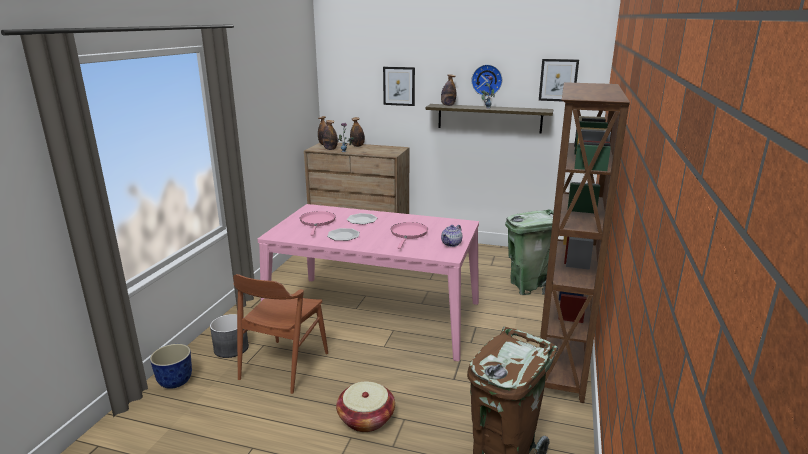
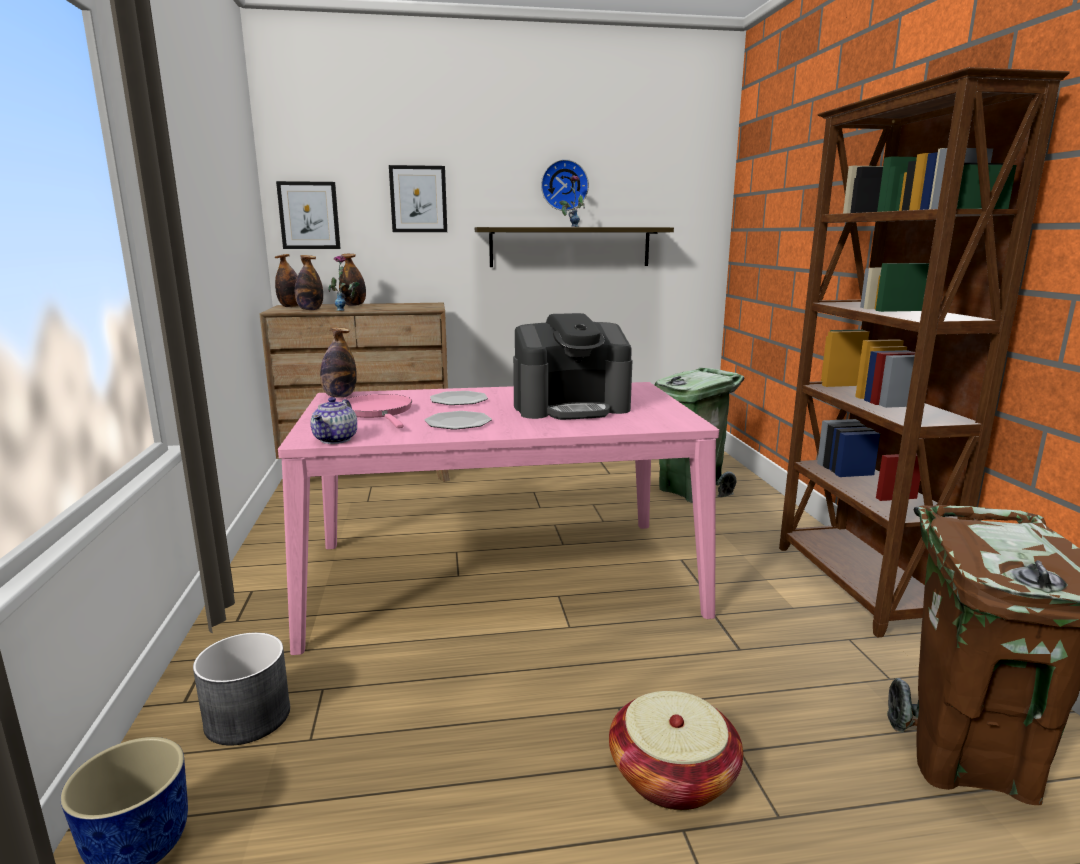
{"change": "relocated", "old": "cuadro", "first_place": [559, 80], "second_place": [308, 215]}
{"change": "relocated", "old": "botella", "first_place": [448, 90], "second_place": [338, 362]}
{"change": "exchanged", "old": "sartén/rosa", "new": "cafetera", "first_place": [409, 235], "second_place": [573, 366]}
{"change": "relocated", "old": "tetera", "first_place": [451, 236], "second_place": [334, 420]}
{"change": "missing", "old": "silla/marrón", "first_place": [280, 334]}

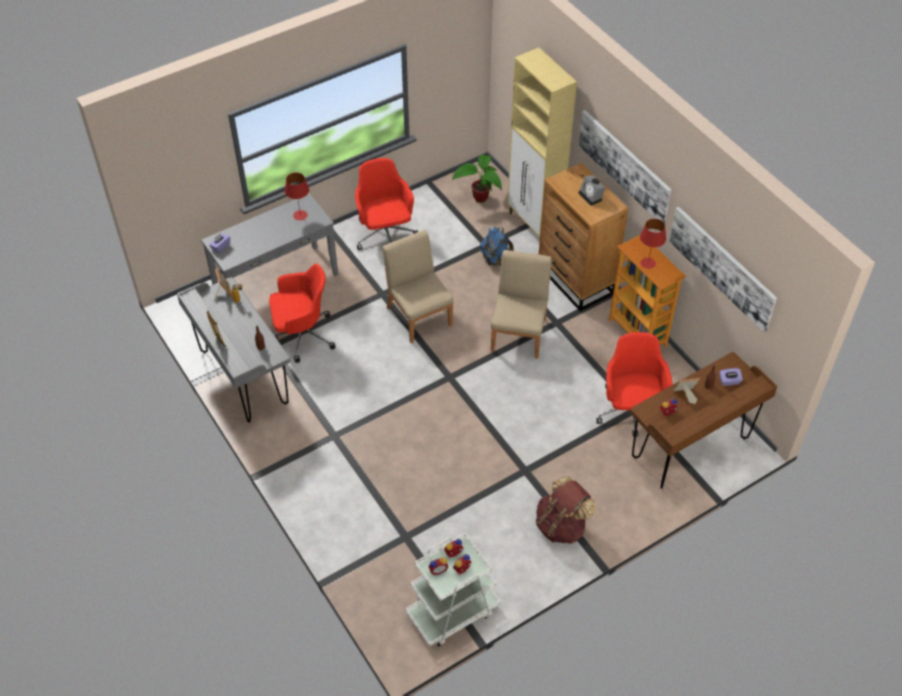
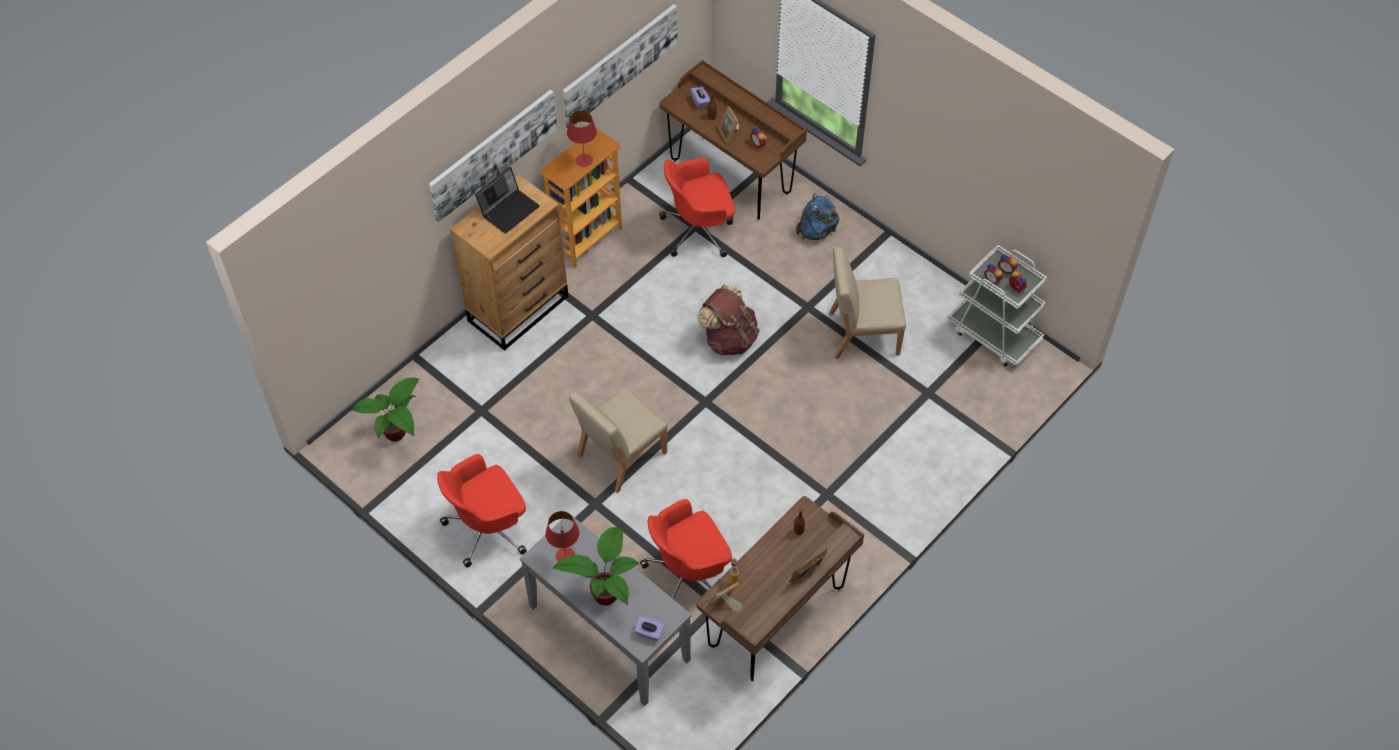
{"change": "missing", "old": "armario/beis", "first_place": [542, 145]}
{"change": "exchanged", "old": "despertador", "new": "portátil", "first_place": [592, 190], "second_place": [507, 200]}
{"change": "relocated", "old": "mochila/azul", "first_place": [497, 246], "second_place": [817, 216]}
{"change": "relocated", "old": "silla/beis", "first_place": [521, 304], "second_place": [867, 303]}
{"change": "spun", "old": "silla de oficina/rojo", "first_place": [302, 313], "second_place": [686, 549], "degrees": -90}
{"change": "colour", "old": "escritorio/gris", "new": "escritorio/marrón", "first_place": [233, 350], "second_place": [780, 588]}
{"change": "relocated", "old": "mochila/marrón", "first_place": [566, 510], "second_place": [728, 320]}
{"change": "appeared", "new": "planta en maceta", "second_place": [596, 566]}

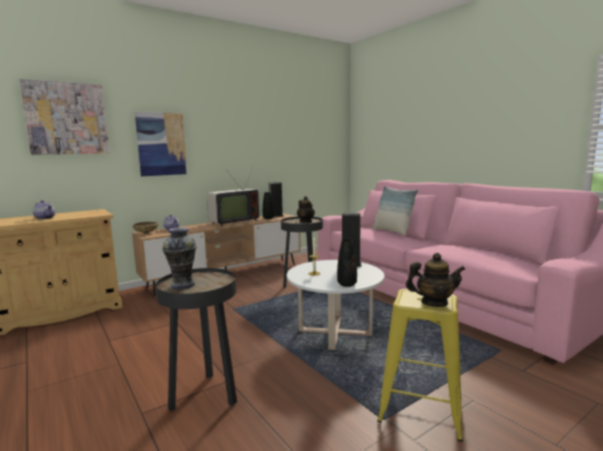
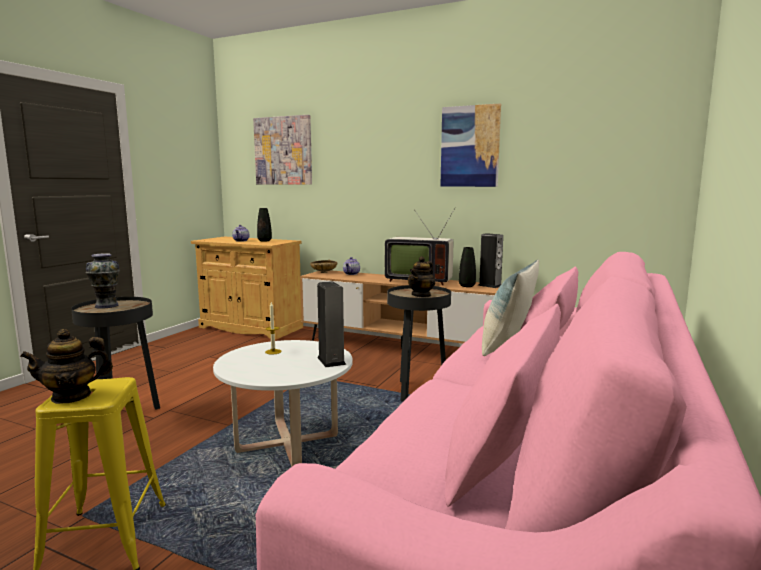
{"change": "relocated", "old": "cuadro", "first_place": [161, 144], "second_place": [470, 145]}
{"change": "relocated", "old": "florero/negro", "first_place": [347, 263], "second_place": [264, 225]}
{"change": "spun", "old": "tetera", "first_place": [435, 280], "second_place": [66, 366], "degrees": 90}

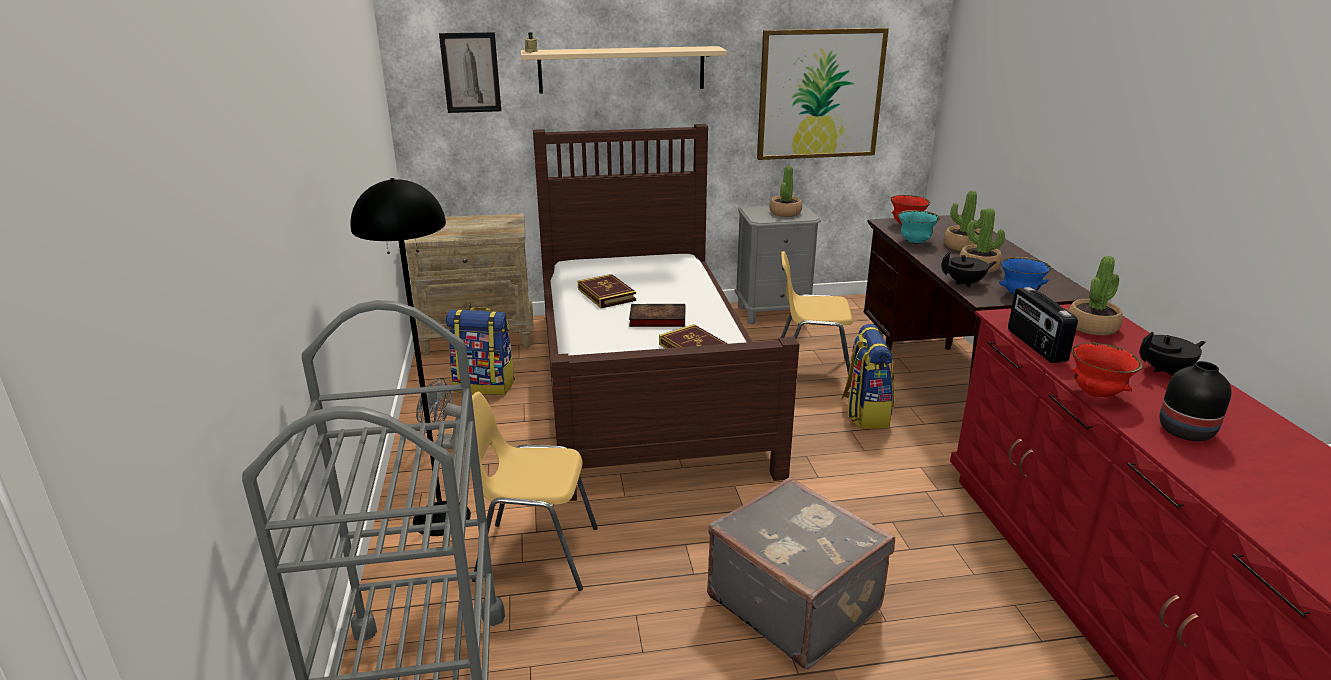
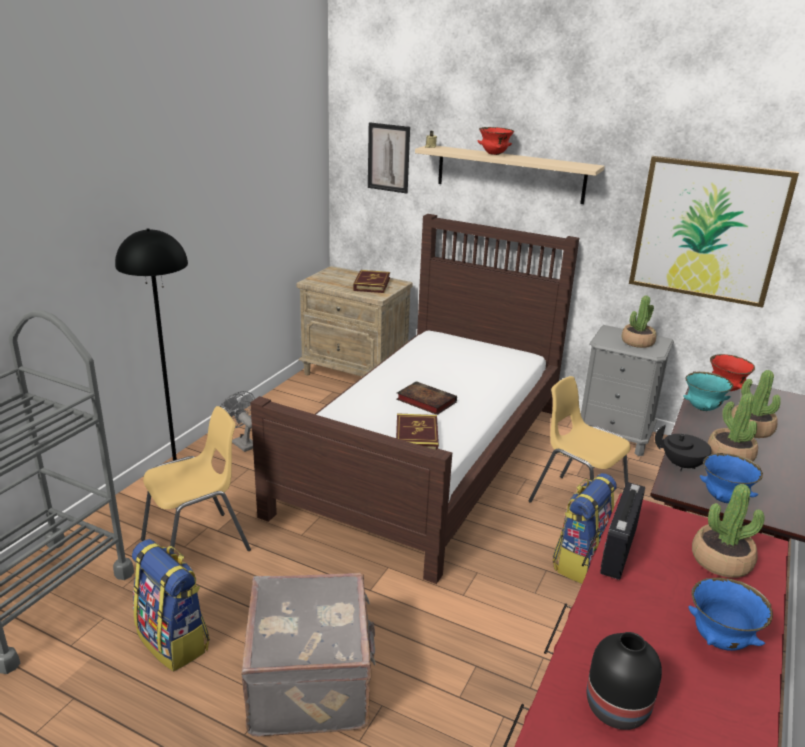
{"change": "relocated", "old": "libro", "first_place": [607, 291], "second_place": [371, 281]}
{"change": "relocated", "old": "mochila", "first_place": [480, 351], "second_place": [171, 605]}
{"change": "exchanged", "old": "tetera/negro", "new": "cuenco/azul", "first_place": [1173, 354], "second_place": [730, 614]}
{"change": "relocated", "old": "cuenco/rojo", "first_place": [1107, 369], "second_place": [496, 141]}
{"change": "spun", "old": "silla/amarillo", "first_place": [535, 491], "second_place": [196, 479], "degrees": 105}

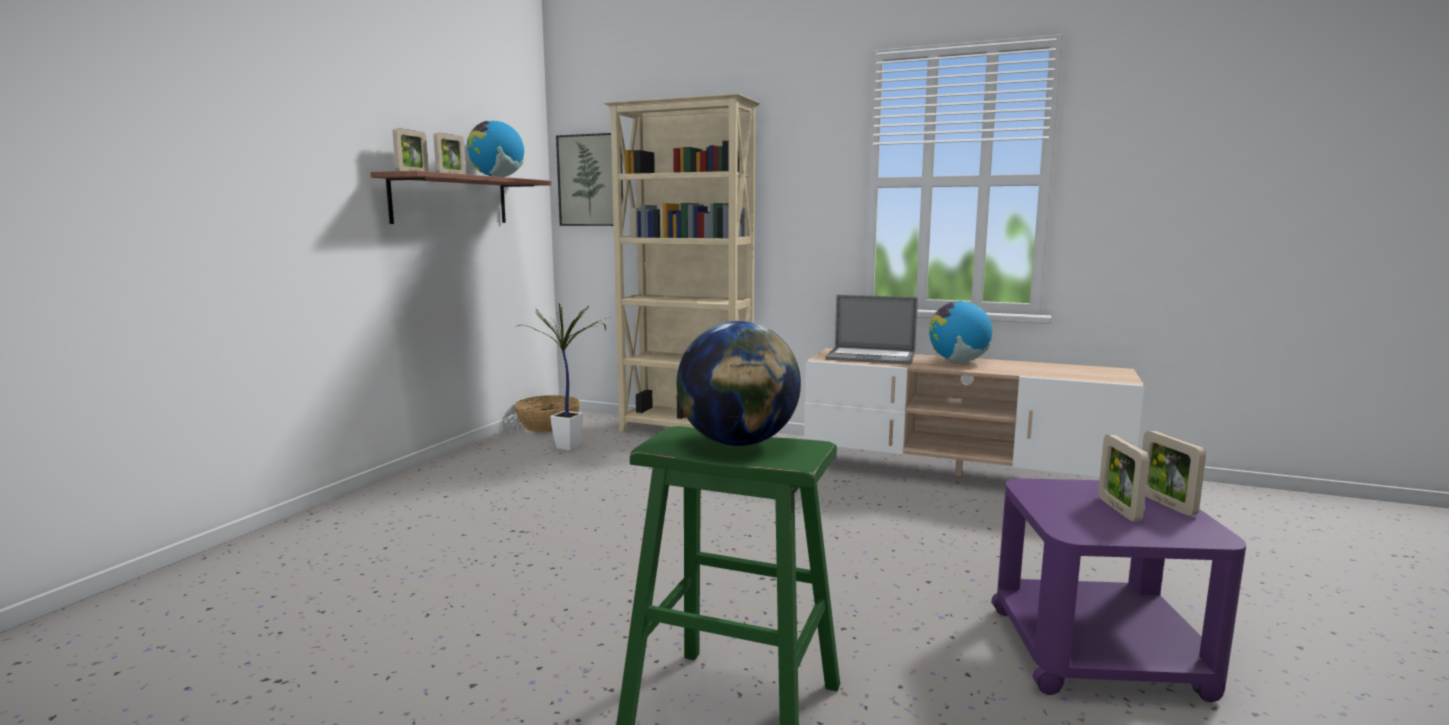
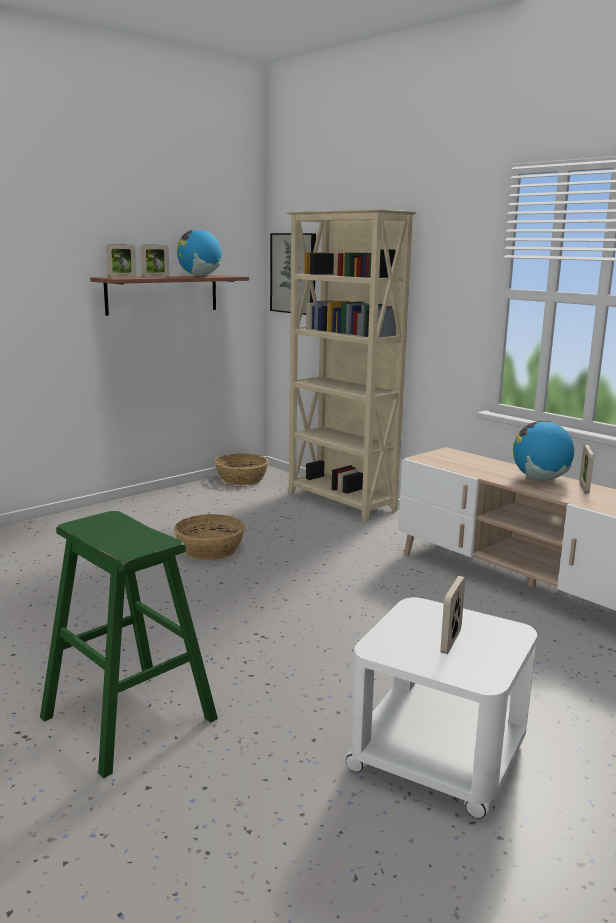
{"change": "missing", "old": "portátil", "first_place": [871, 330]}
{"change": "missing", "old": "planta en maceta", "first_place": [562, 376]}
{"change": "missing", "old": "globo terráqueo", "first_place": [739, 383]}
{"change": "relocated", "old": "portarretratos", "first_place": [1174, 473], "second_place": [586, 469]}
{"change": "colour", "old": "mesa auxiliar/morado", "new": "mesa auxiliar/blanco", "first_place": [1118, 590], "second_place": [441, 708]}
{"change": "appeared", "new": "cesta", "second_place": [209, 537]}

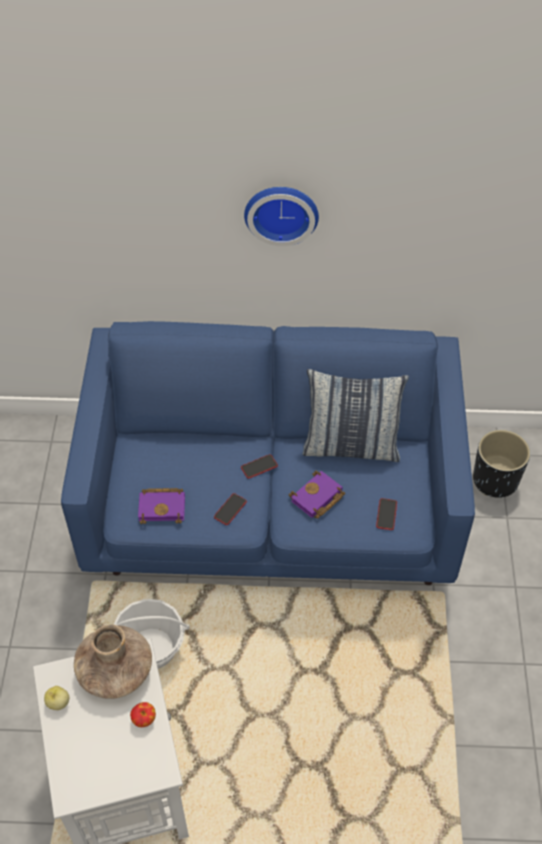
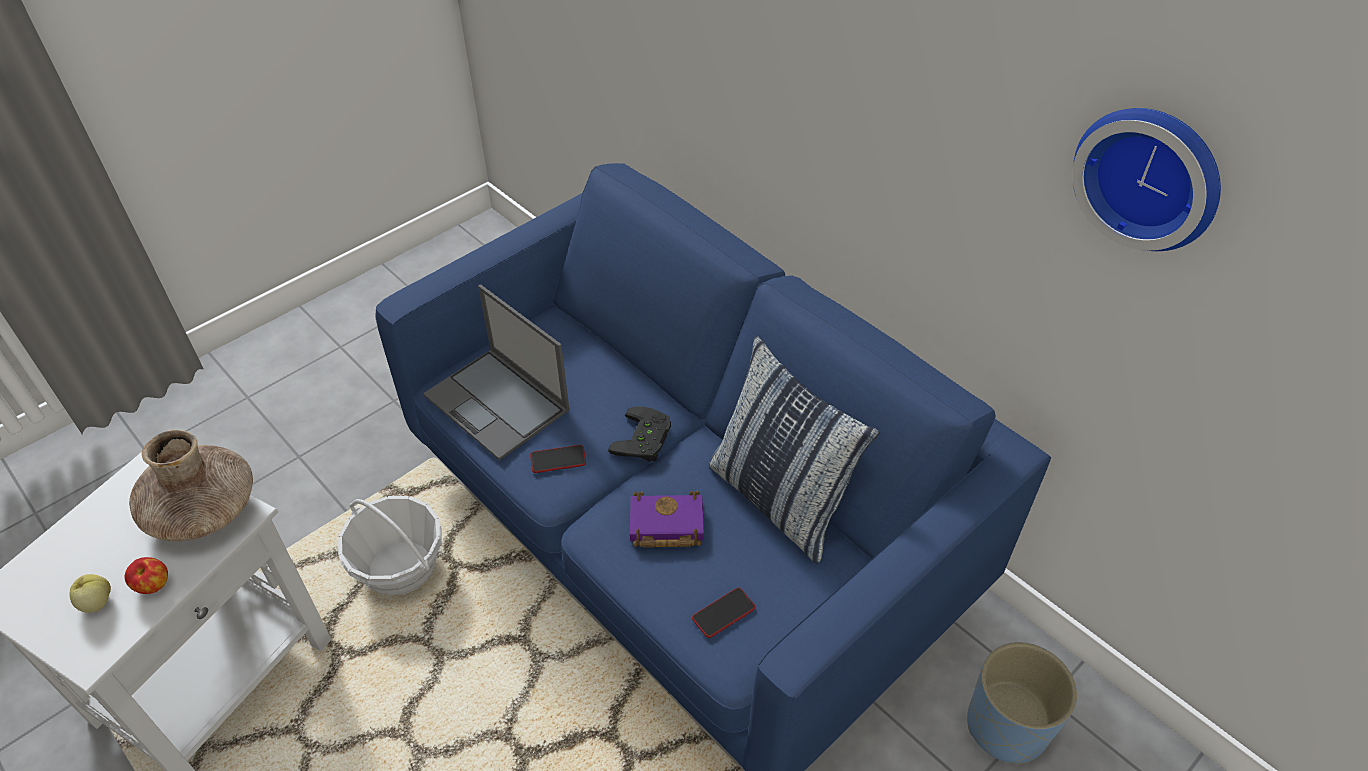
{"change": "relocated", "old": "reloj de pared", "first_place": [281, 216], "second_place": [1146, 179]}
{"change": "colour", "old": "maceta/negro", "new": "maceta/azul", "first_place": [501, 464], "second_place": [1022, 703]}
{"change": "exchanged", "old": "móvil", "new": "mando de consola/negro", "first_place": [259, 466], "second_place": [639, 434]}
{"change": "exchanged", "old": "libro/morado", "new": "portátil", "first_place": [161, 506], "second_place": [496, 372]}
{"change": "relocated", "old": "manzana", "first_place": [56, 698], "second_place": [90, 593]}

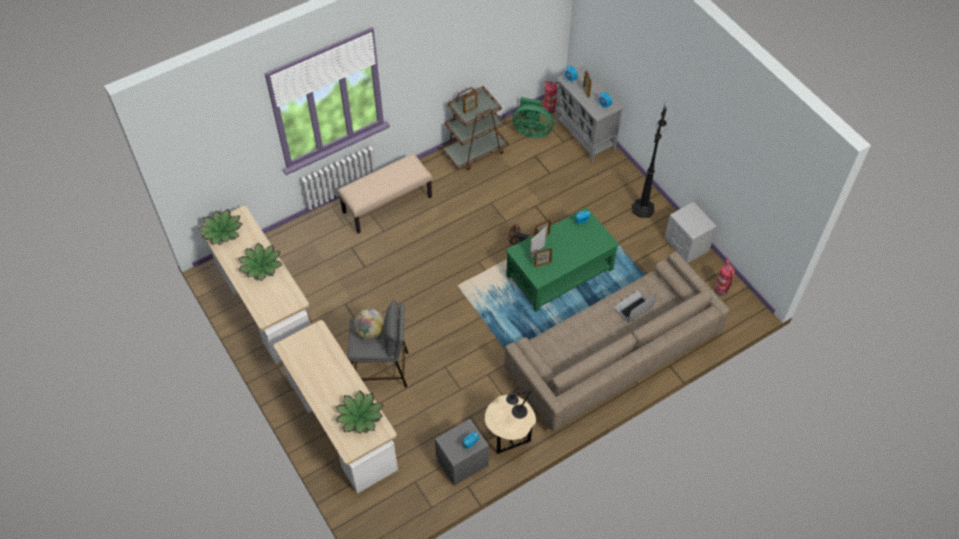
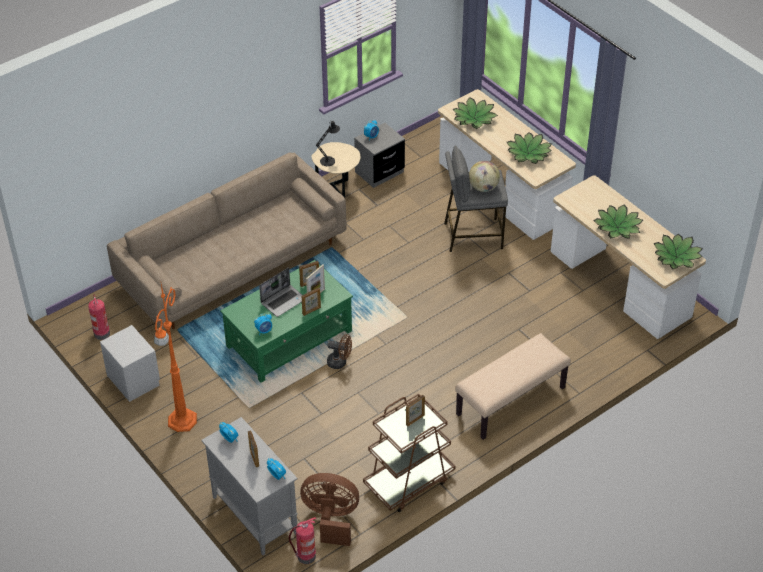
{"change": "colour", "old": "ventilador/verde", "new": "ventilador/marrón", "first_place": [533, 117], "second_place": [329, 509]}
{"change": "colour", "old": "lámpara de pie/negro", "new": "lámpara de pie/naranja", "first_place": [649, 161], "second_place": [175, 358]}
{"change": "relocated", "old": "portátil", "first_place": [634, 307], "second_place": [280, 292]}
{"change": "appeared", "new": "planta en maceta", "second_place": [529, 148]}

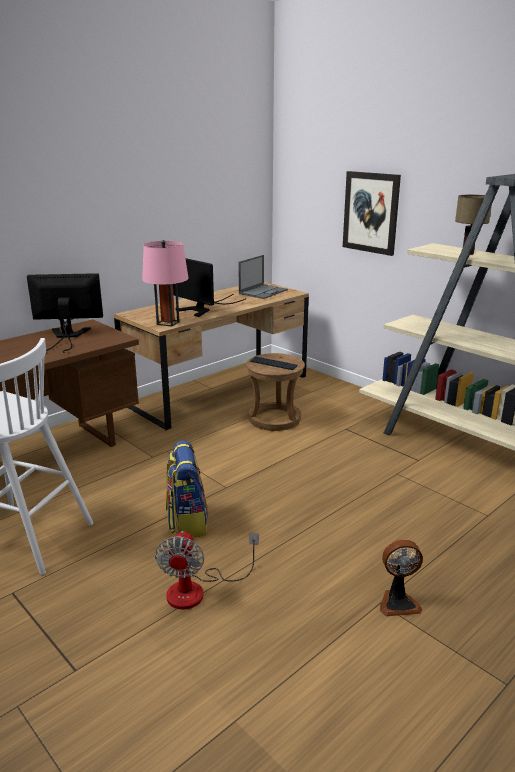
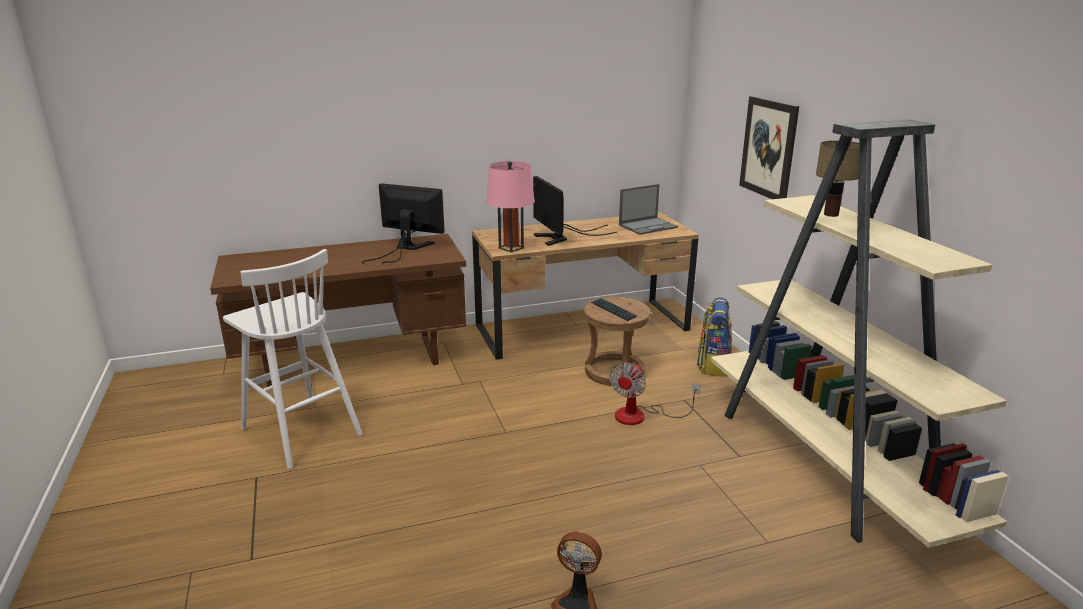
{"change": "relocated", "old": "mochila", "first_place": [187, 489], "second_place": [714, 337]}
{"change": "relocated", "old": "ventilador", "first_place": [207, 570], "second_place": [654, 393]}

